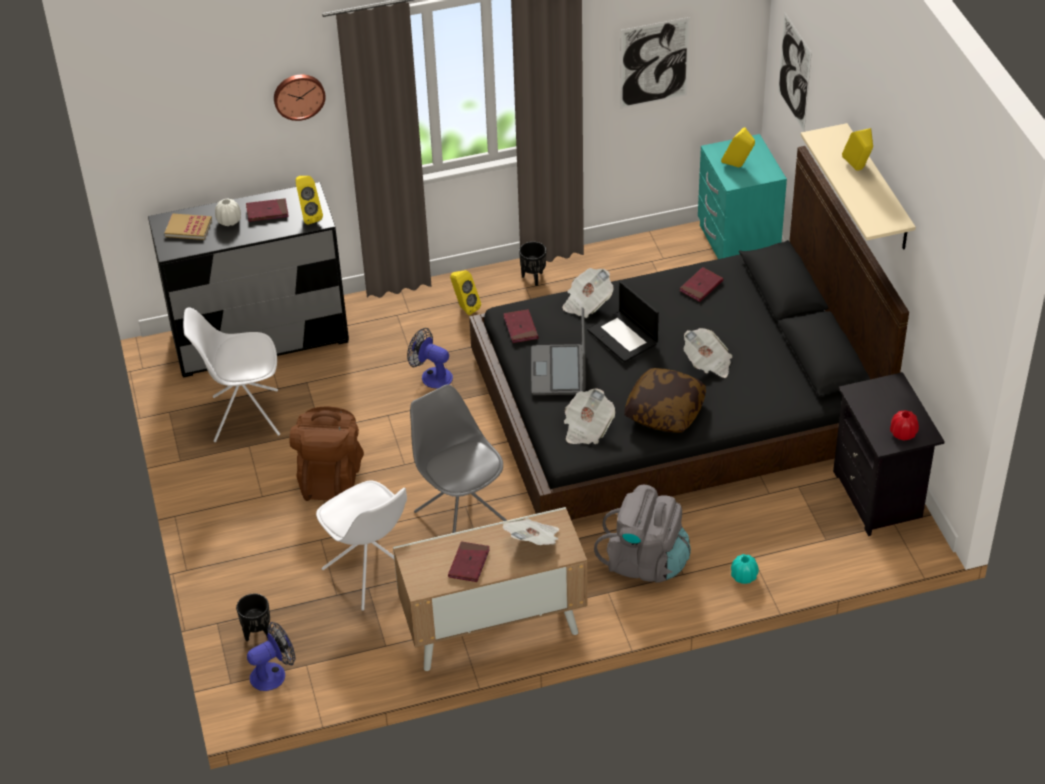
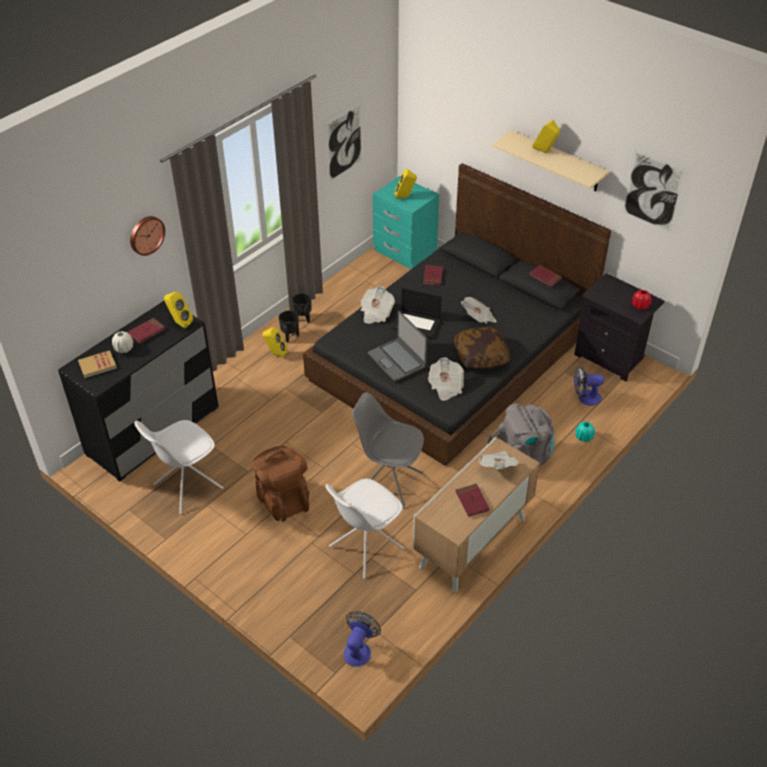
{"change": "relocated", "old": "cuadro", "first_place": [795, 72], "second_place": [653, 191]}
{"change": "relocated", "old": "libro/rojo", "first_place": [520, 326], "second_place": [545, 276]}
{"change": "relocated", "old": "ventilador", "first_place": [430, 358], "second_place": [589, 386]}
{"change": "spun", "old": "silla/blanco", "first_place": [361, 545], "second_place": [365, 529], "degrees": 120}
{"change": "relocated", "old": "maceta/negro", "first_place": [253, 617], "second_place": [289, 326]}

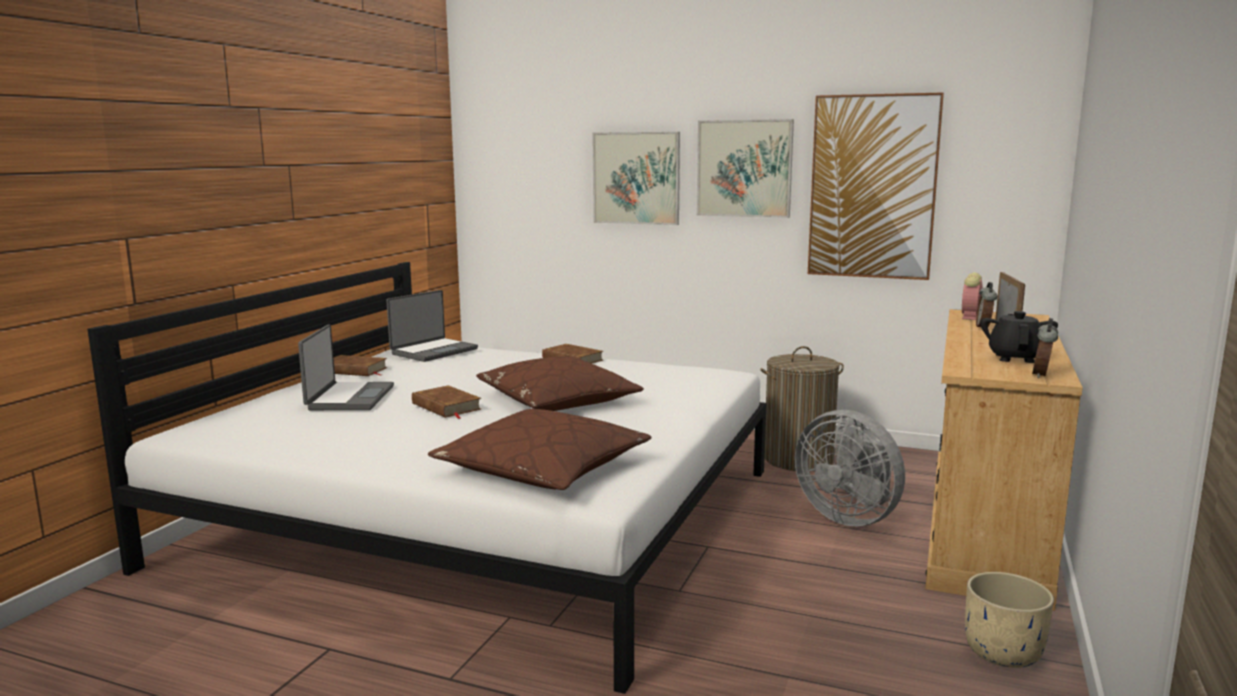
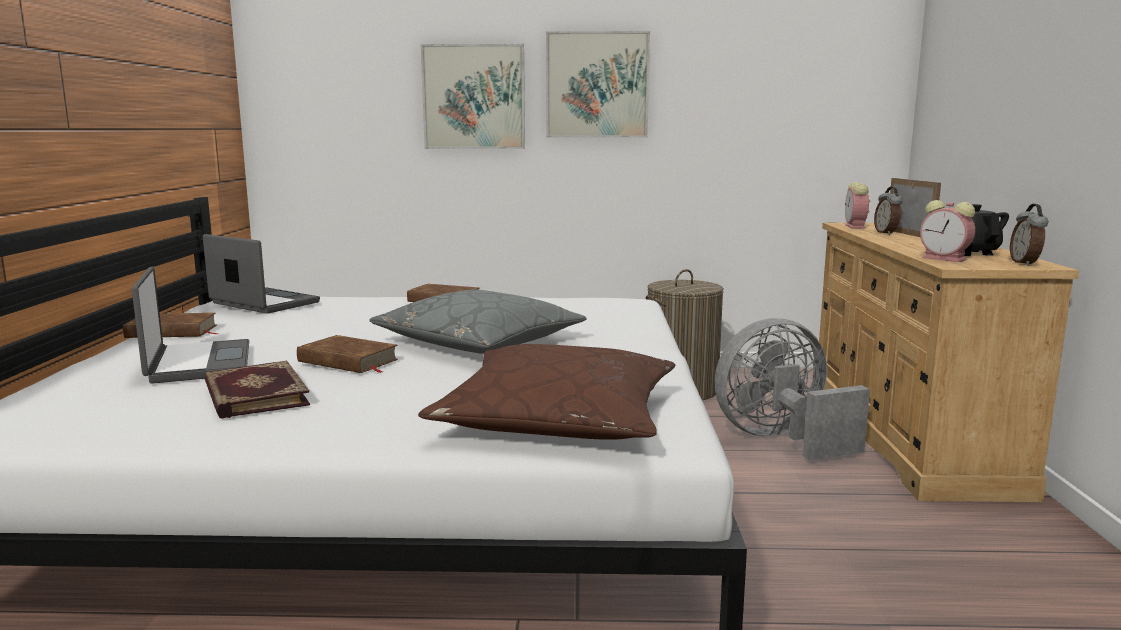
{"change": "missing", "old": "cuadro", "first_place": [876, 186]}
{"change": "spun", "old": "portátil", "first_place": [432, 326], "second_place": [261, 274], "degrees": -75}
{"change": "colour", "old": "cojín/marrón", "new": "cojín/gris", "first_place": [560, 383], "second_place": [477, 322]}
{"change": "spun", "old": "ventilador/gris", "first_place": [850, 468], "second_place": [792, 389], "degrees": 135}
{"change": "missing", "old": "maceta/beis", "first_place": [1009, 620]}
{"change": "appeared", "new": "despertador", "second_place": [947, 231]}
{"change": "appeared", "new": "libro", "second_place": [257, 390]}

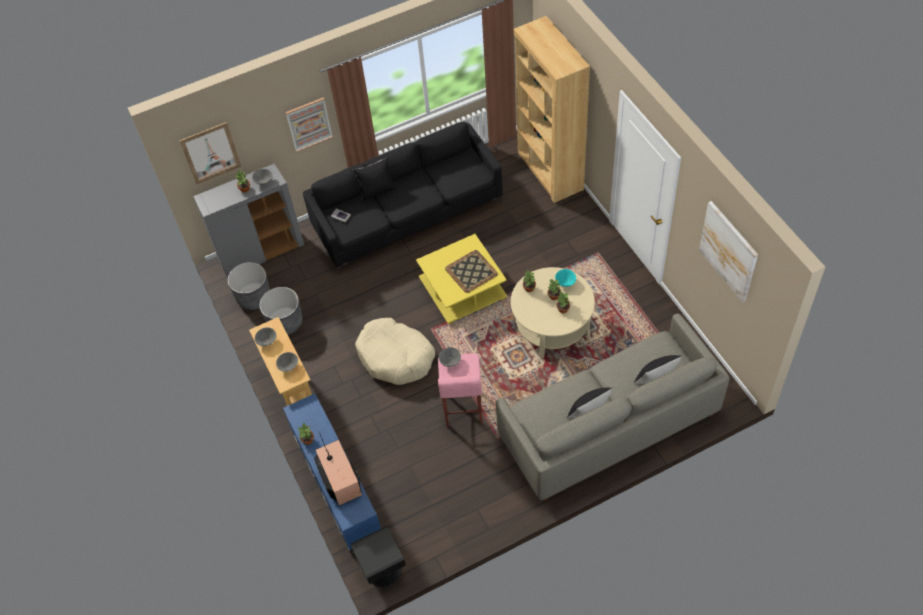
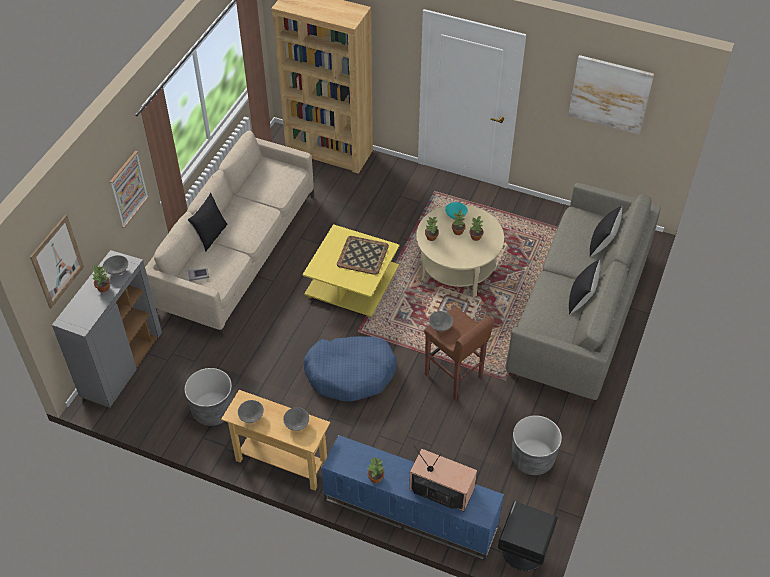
{"change": "colour", "old": "sofá/negro", "new": "sofá/beis", "first_place": [403, 198], "second_place": [229, 234]}
{"change": "relocated", "old": "maceta/gris", "first_place": [249, 286], "second_place": [536, 445]}
{"change": "colour", "old": "cama para perro/beis", "new": "cama para perro/azul", "first_place": [395, 351], "second_place": [350, 369]}
{"change": "colour", "old": "taburete/rosa", "new": "taburete/marrón", "first_place": [460, 390], "second_place": [459, 353]}

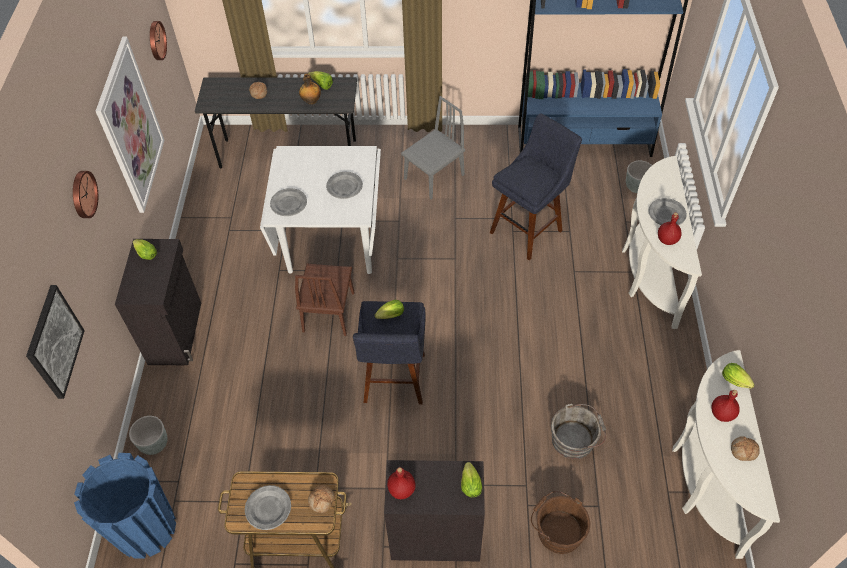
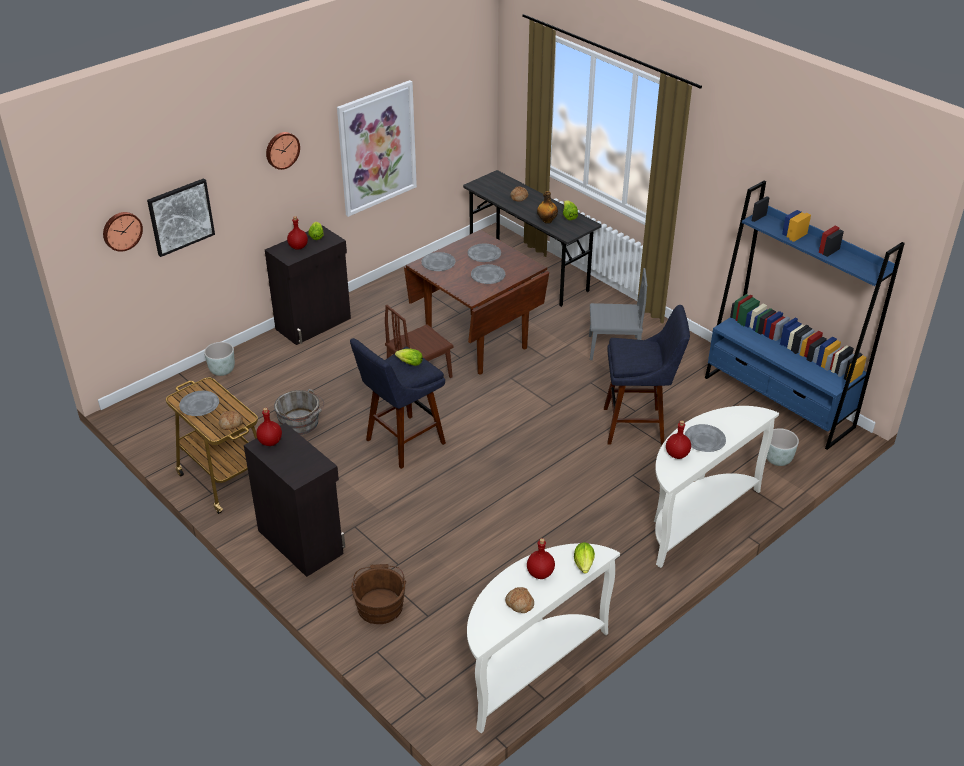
{"change": "relocated", "old": "reloj de pared", "first_place": [158, 40], "second_place": [123, 232]}
{"change": "colour", "old": "mesa de comedor/blanco", "new": "mesa de comedor/marrón", "first_place": [320, 210], "second_place": [476, 302]}
{"change": "relocated", "old": "cubo/gris", "first_place": [578, 431], "second_place": [299, 412]}
{"change": "missing", "old": "maceta/azul", "first_place": [125, 505]}
{"change": "missing", "old": "lechuga", "first_place": [471, 479]}
{"change": "appeared", "new": "botella/rojo", "second_place": [297, 233]}
{"change": "appeared", "new": "plato/gris", "second_place": [484, 253]}

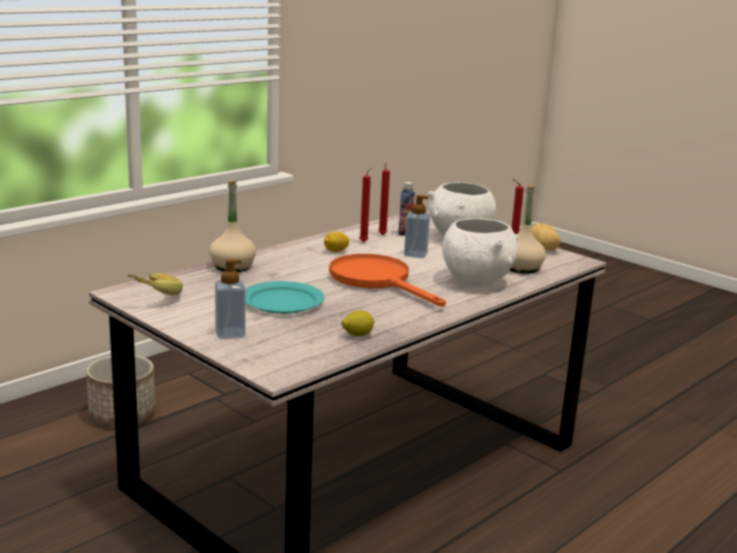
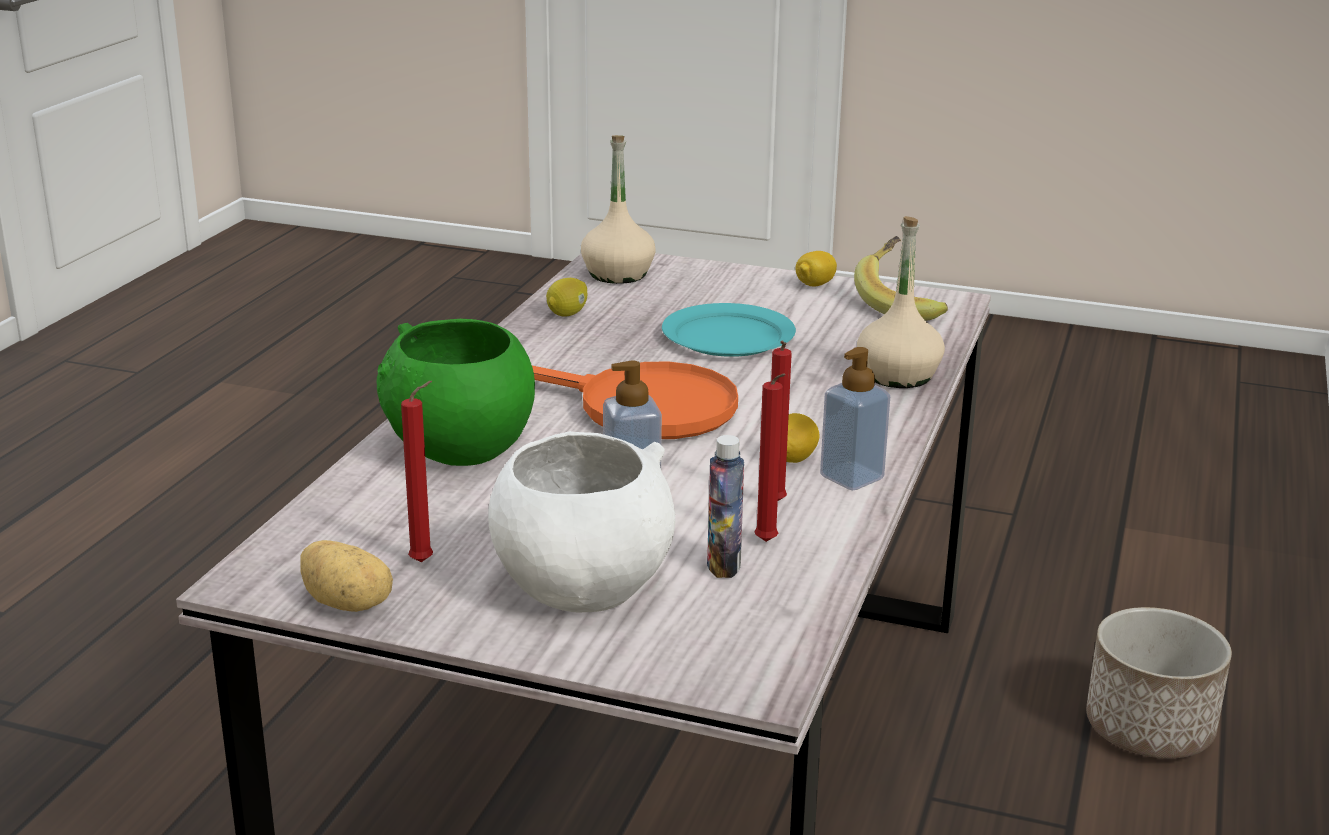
{"change": "relocated", "old": "botella/beis", "first_place": [528, 229], "second_place": [618, 209]}
{"change": "colour", "old": "cuenco/blanco", "new": "cuenco/verde", "first_place": [480, 252], "second_place": [456, 392]}
{"change": "relocated", "old": "dispensador de jabón", "first_place": [230, 299], "second_place": [855, 418]}
{"change": "appeared", "new": "limón", "second_place": [816, 268]}

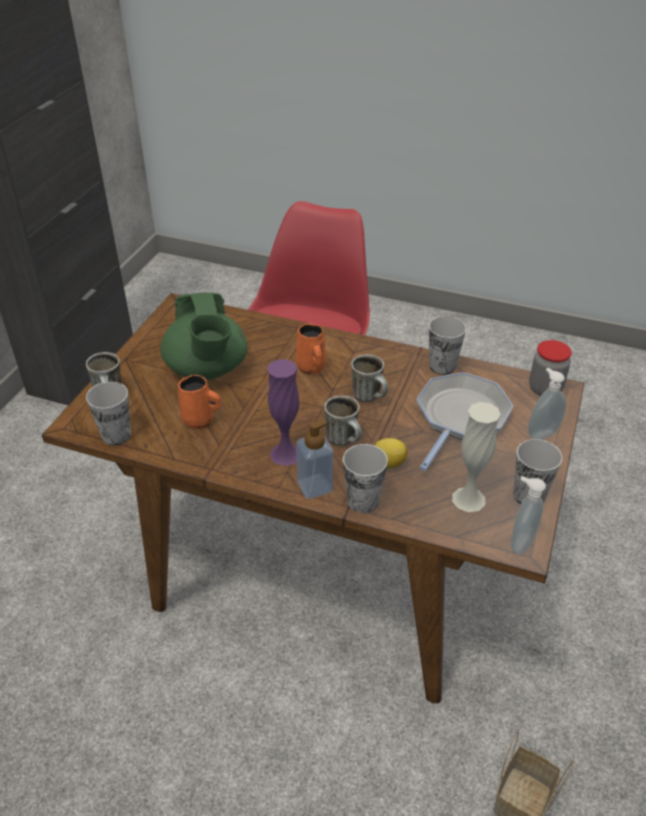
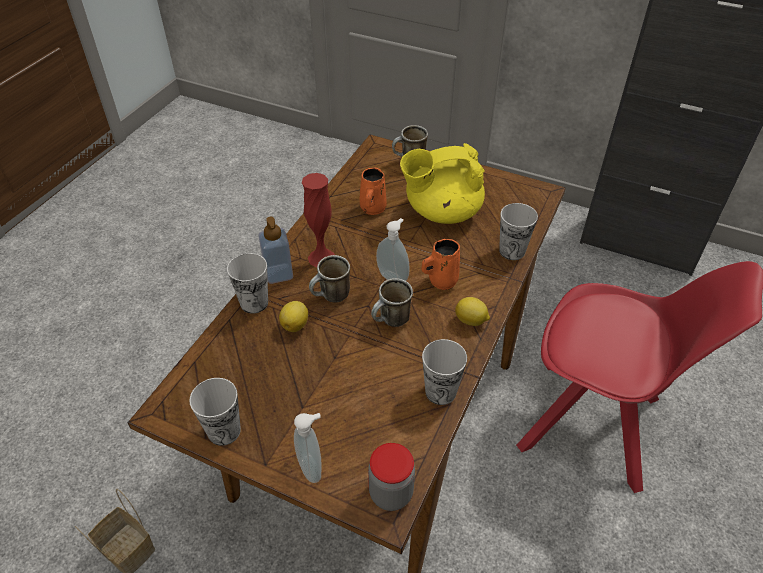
{"change": "colour", "old": "tetera/verde", "new": "tetera/amarillo", "first_place": [204, 336], "second_place": [442, 183]}
{"change": "colour", "old": "florero/morado", "new": "florero/rojo", "first_place": [283, 412], "second_place": [318, 220]}
{"change": "missing", "old": "sartén", "first_place": [465, 421]}
{"change": "relocated", "old": "taza", "first_place": [108, 414], "second_place": [518, 231]}
{"change": "missing", "old": "florero/blanco", "first_place": [476, 457]}
{"change": "relocated", "old": "dispensador de jabón", "first_place": [528, 515], "second_place": [393, 249]}
{"change": "appeared", "new": "limón", "second_place": [472, 311]}

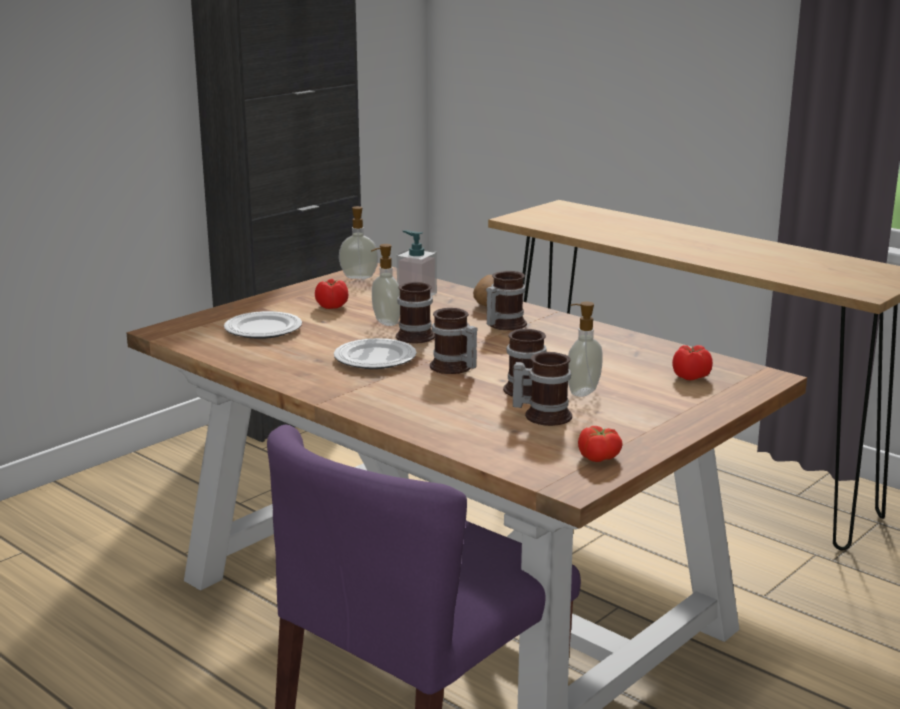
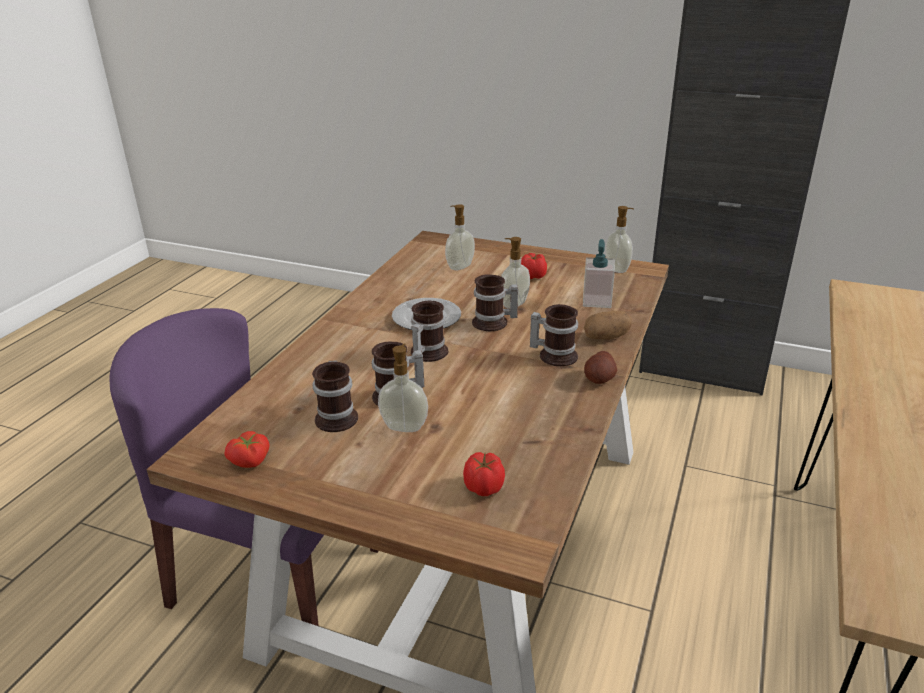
{"change": "exchanged", "old": "plato", "new": "dispensador de jabón", "first_place": [263, 325], "second_place": [460, 237]}
{"change": "appeared", "new": "patata", "second_place": [600, 367]}

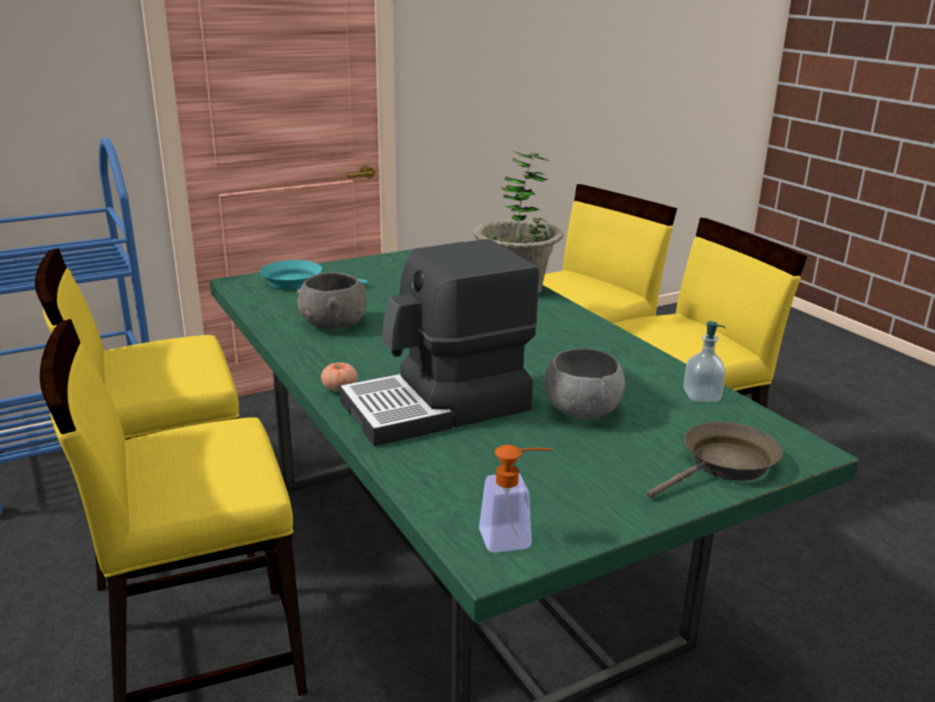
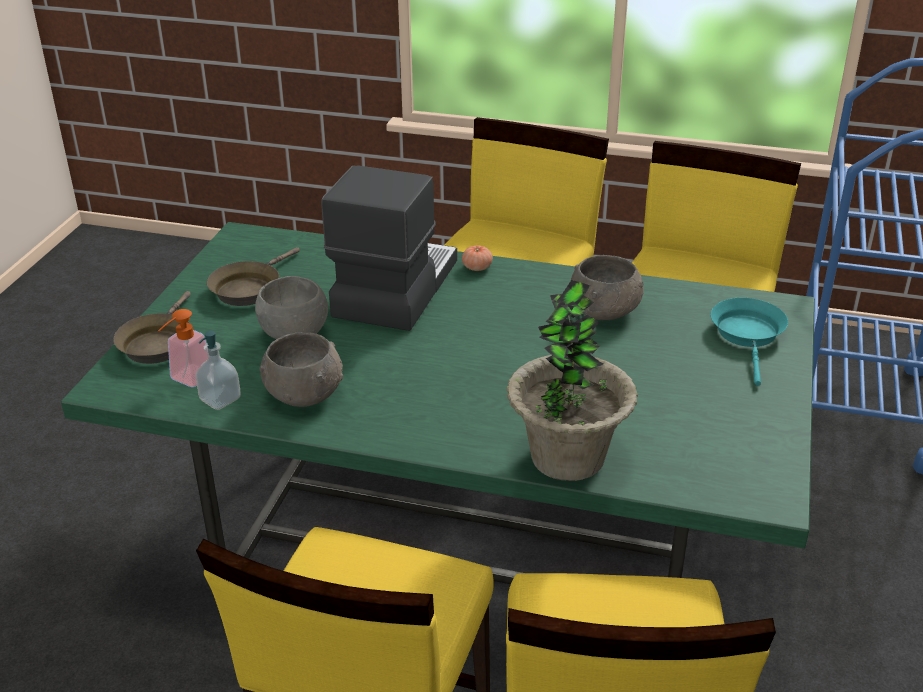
{"change": "spun", "old": "sartén/turquesa", "first_place": [314, 275], "second_place": [749, 342], "degrees": -45}
{"change": "relocated", "old": "dispensador de jabón", "first_place": [515, 499], "second_place": [183, 348]}
{"change": "appeared", "new": "sartén/marrón", "second_place": [253, 276]}
{"change": "appeared", "new": "cuenco/gris", "second_place": [301, 369]}

